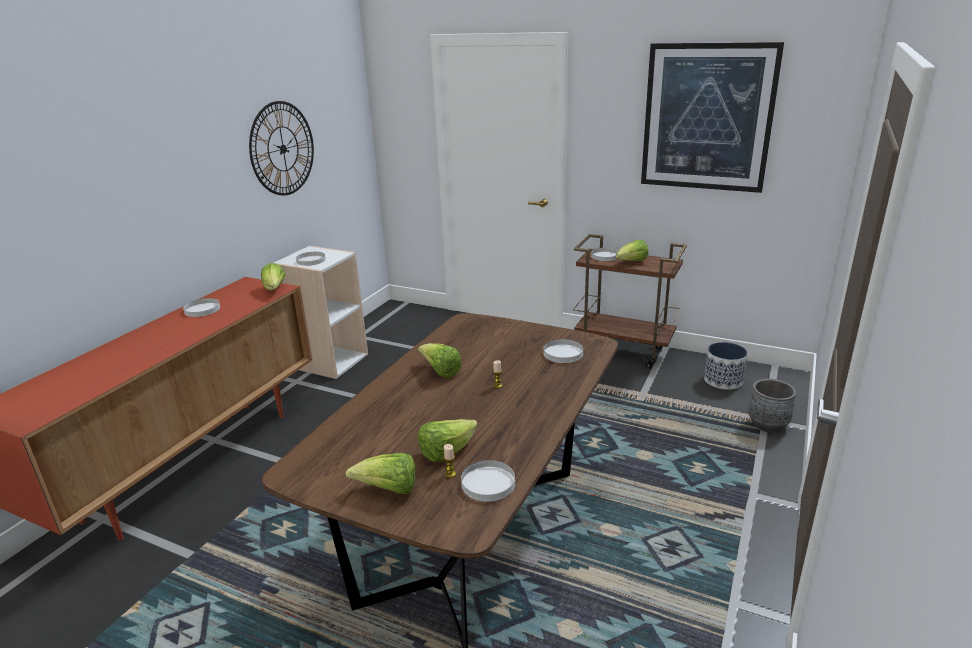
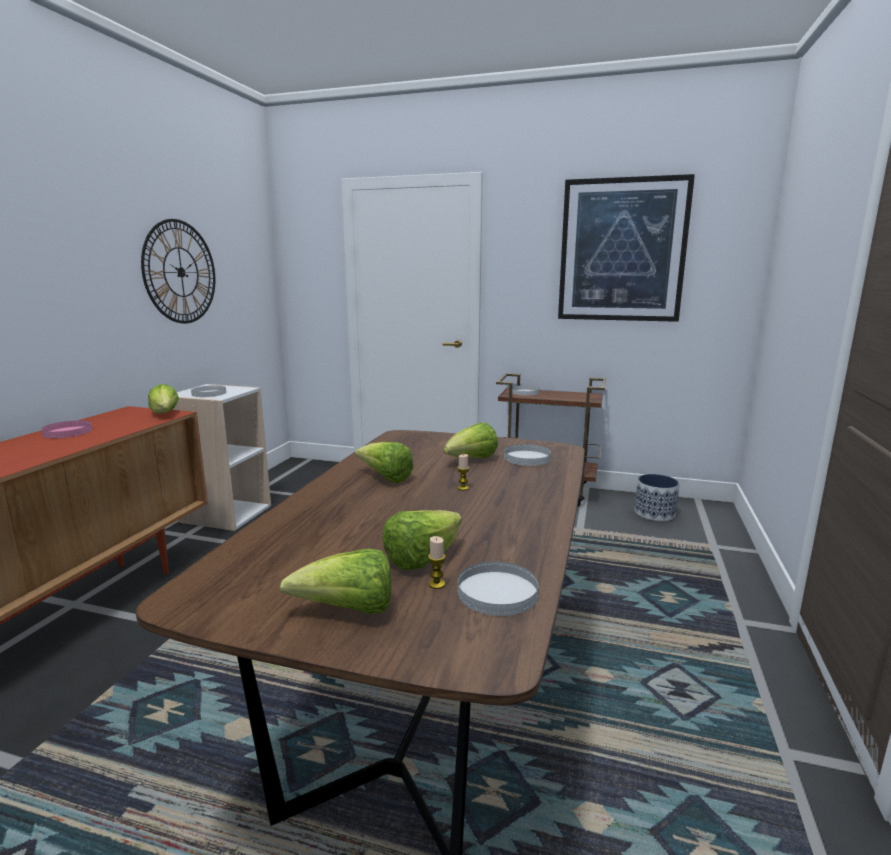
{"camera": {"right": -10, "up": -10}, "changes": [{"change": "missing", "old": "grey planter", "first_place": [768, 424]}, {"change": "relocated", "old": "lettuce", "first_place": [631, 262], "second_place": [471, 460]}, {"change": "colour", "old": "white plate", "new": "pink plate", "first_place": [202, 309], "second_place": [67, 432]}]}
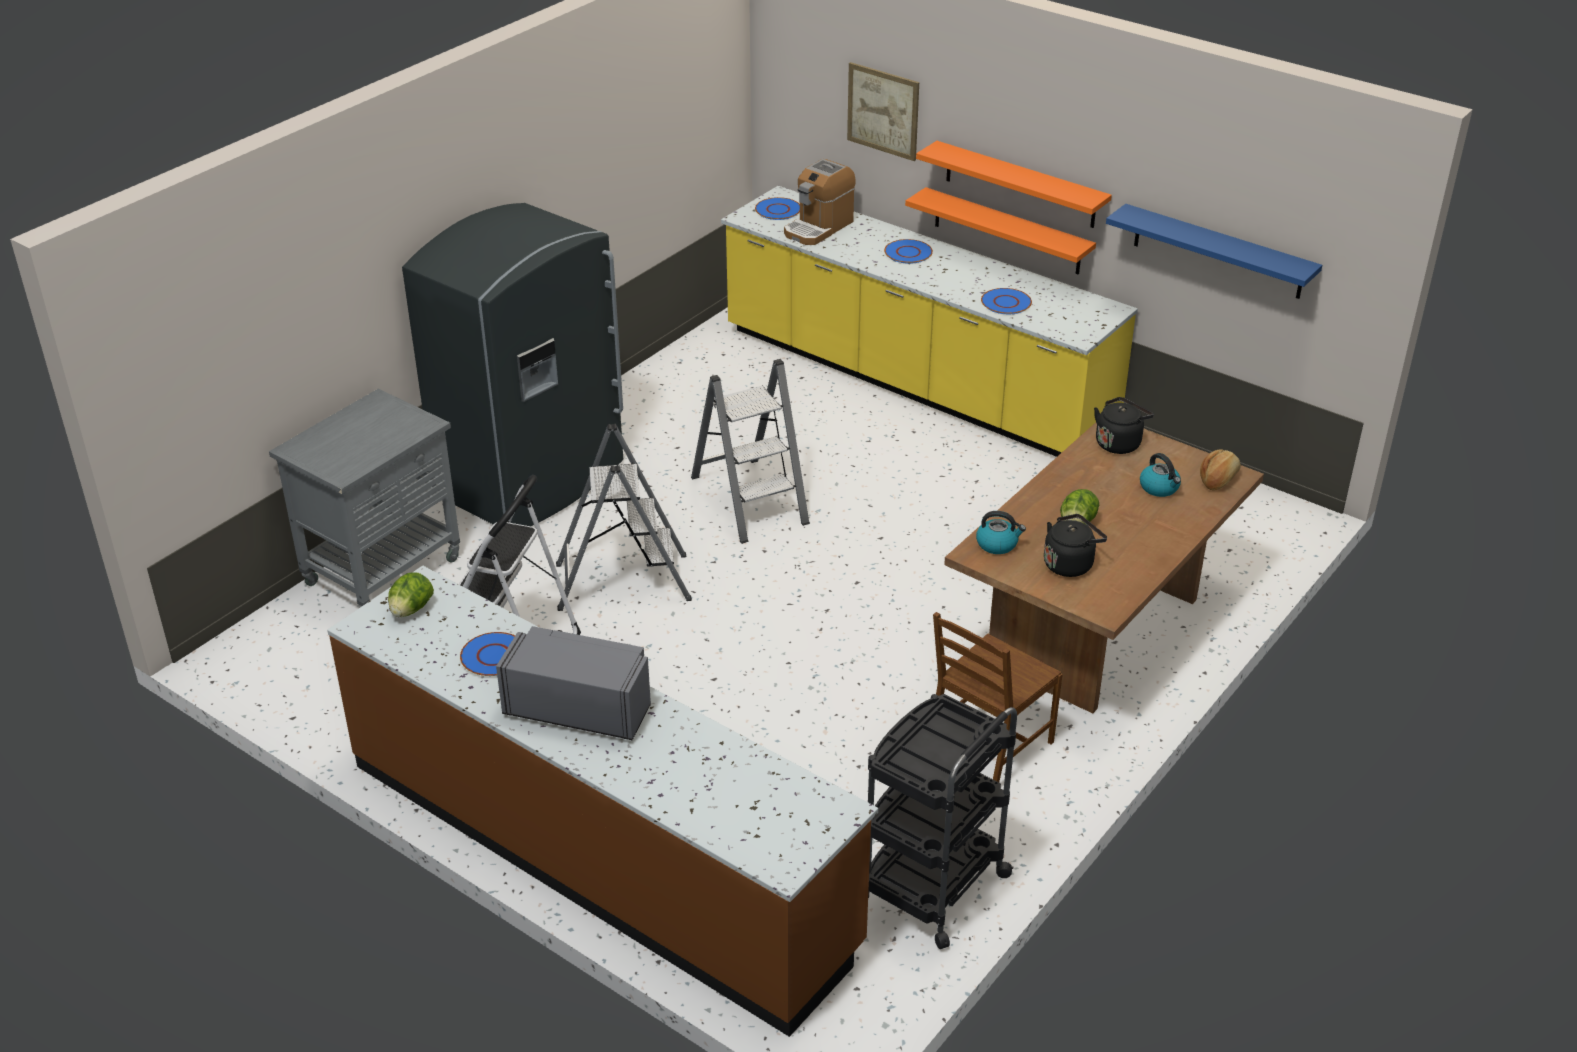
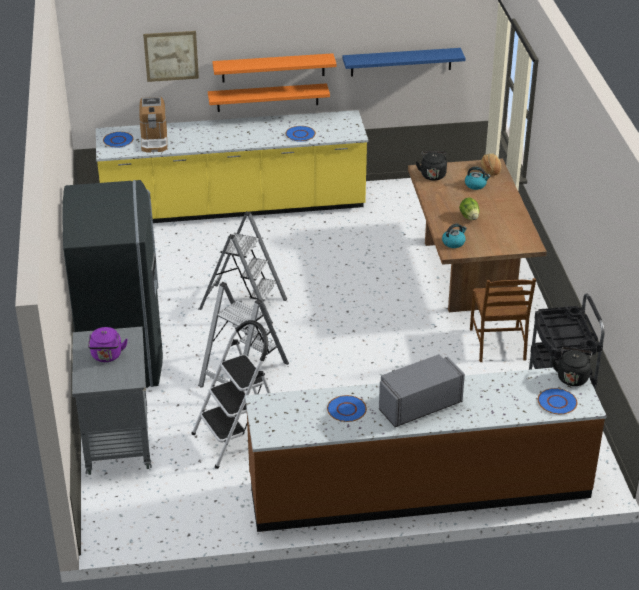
{"camera": {"right": -45, "up": 0}, "changes": [{"change": "missing", "old": "lettuce", "first_place": [411, 610]}, {"change": "appeared", "new": "purple kettle", "second_place": [107, 356]}, {"change": "relocated", "old": "blue plate", "first_place": [908, 252], "second_place": [557, 402]}, {"change": "relocated", "old": "black kettle", "first_place": [1070, 564], "second_place": [572, 377]}]}
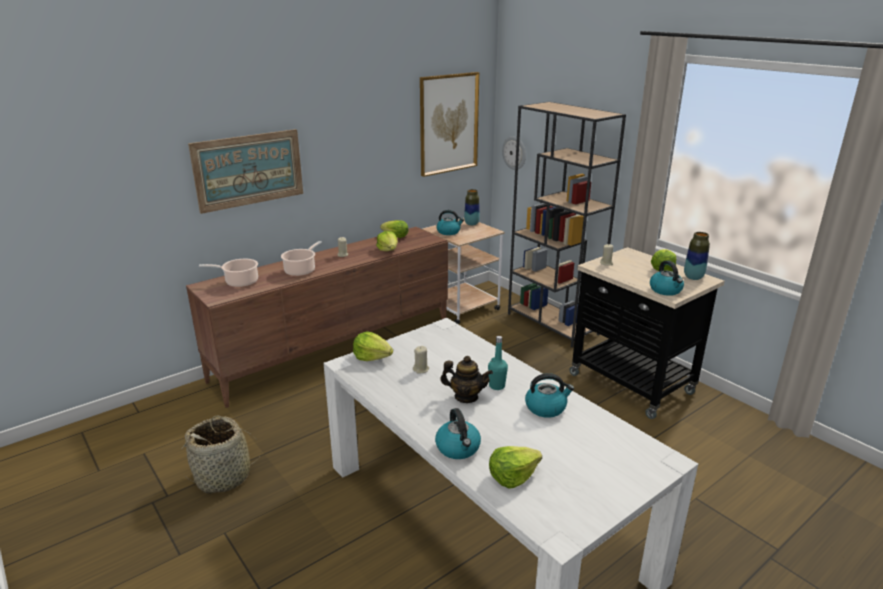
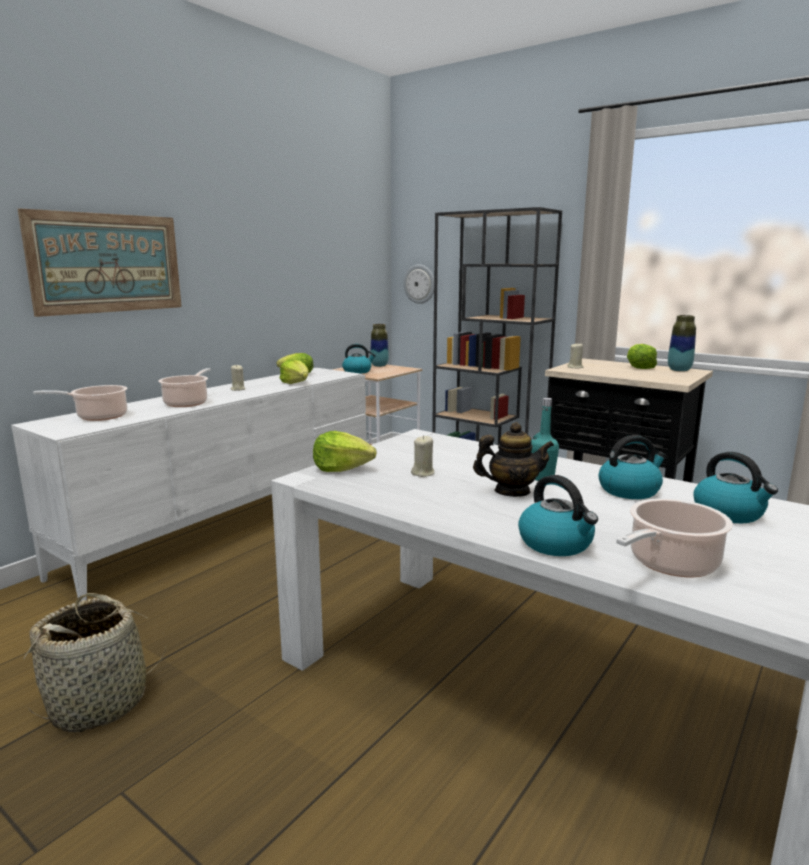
{"camera": {"right": -15, "up": -10}, "changes": [{"change": "missing", "old": "picture", "first_place": [448, 123]}, {"change": "relocated", "old": "kettle", "first_place": [666, 290], "second_place": [729, 513]}, {"change": "exchanged", "old": "lettuce", "new": "cooking pot", "first_place": [512, 476], "second_place": [670, 564]}, {"change": "colour", "old": "brown cabinet", "new": "white cabinet", "first_place": [335, 351], "second_place": [231, 524]}]}
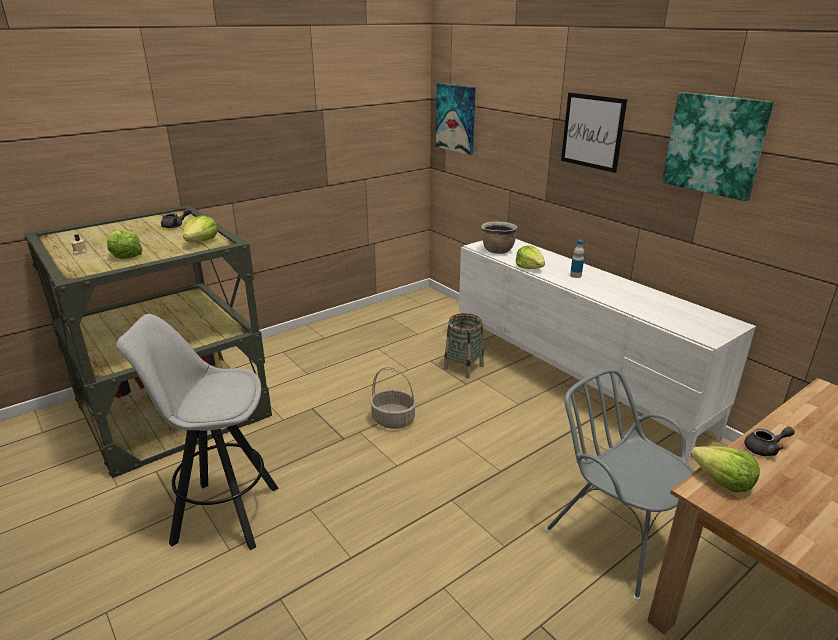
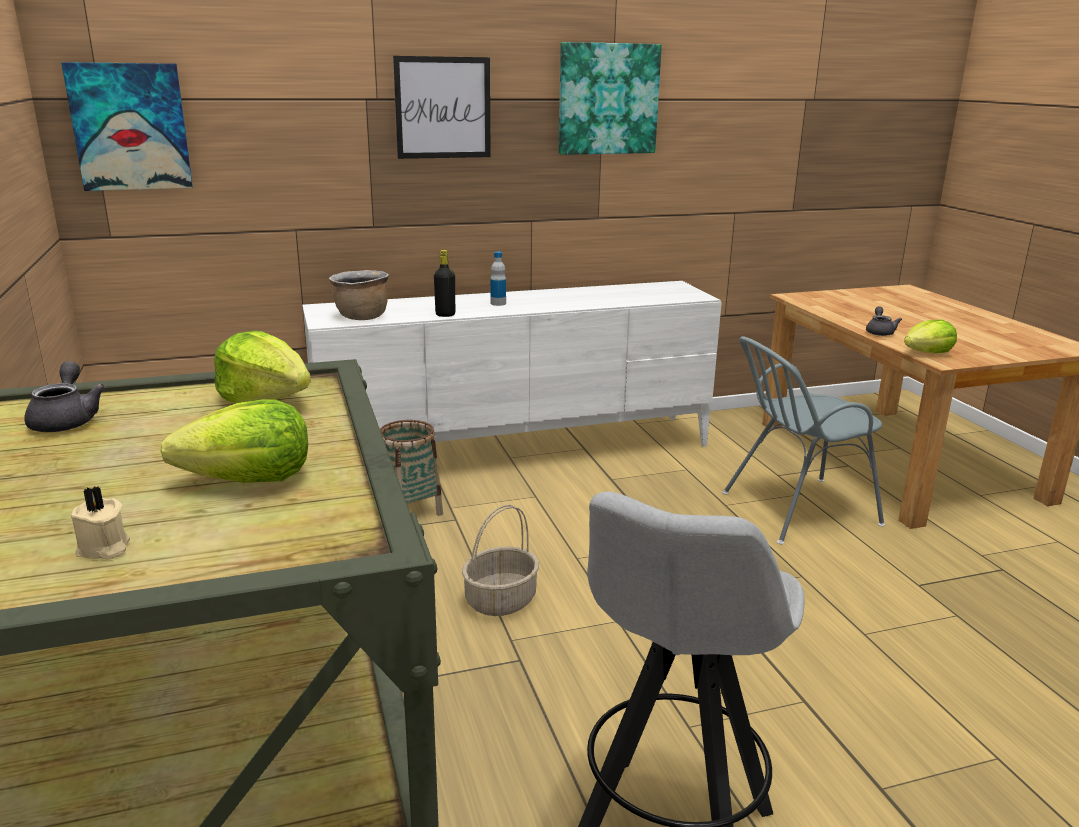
{"camera": {"right": -70, "up": -5}, "changes": [{"change": "exchanged", "old": "lettuce", "new": "black bottle", "first_place": [530, 267], "second_place": [445, 315]}]}
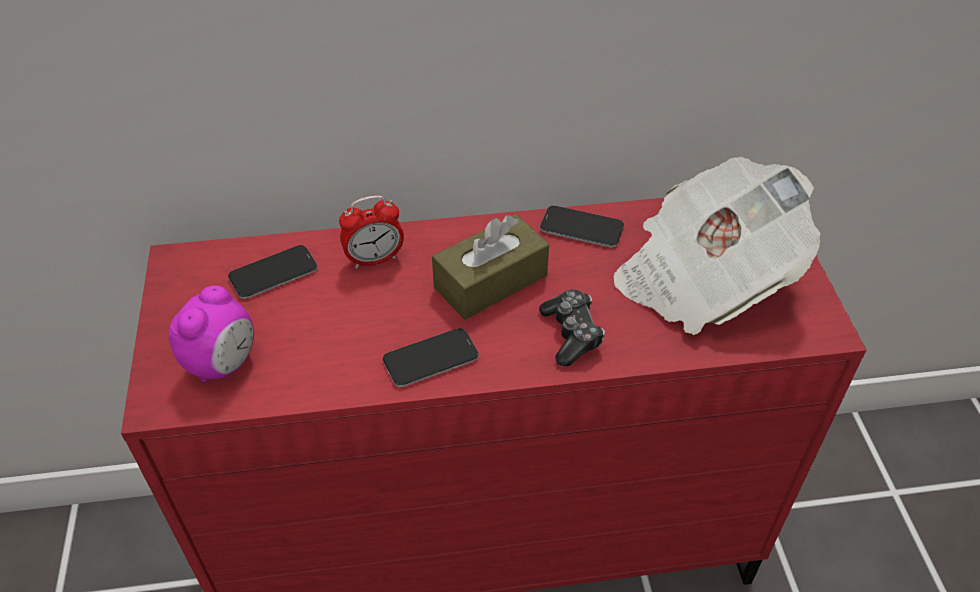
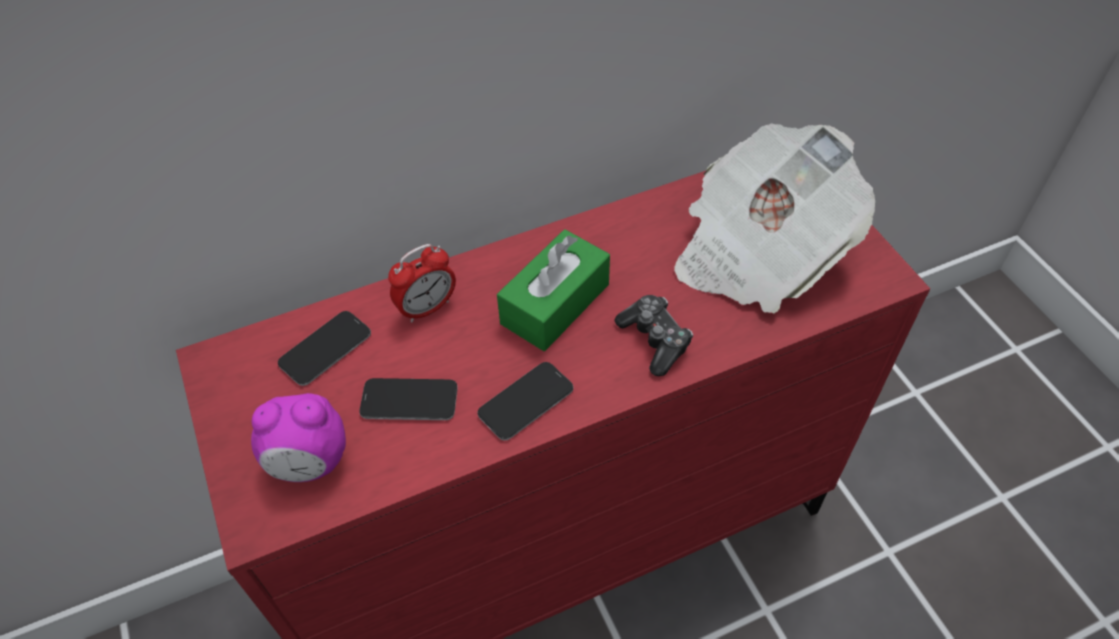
{"camera": {"right": -15, "up": 5}, "changes": [{"change": "relocated", "old": "phone", "first_place": [581, 228], "second_place": [409, 400]}, {"change": "colour", "old": "brown tissue box", "new": "green tissue box", "first_place": [490, 281], "second_place": [555, 304]}, {"change": "spun", "old": "alarm clock", "first_place": [223, 363], "second_place": [310, 462], "degrees": 75}]}
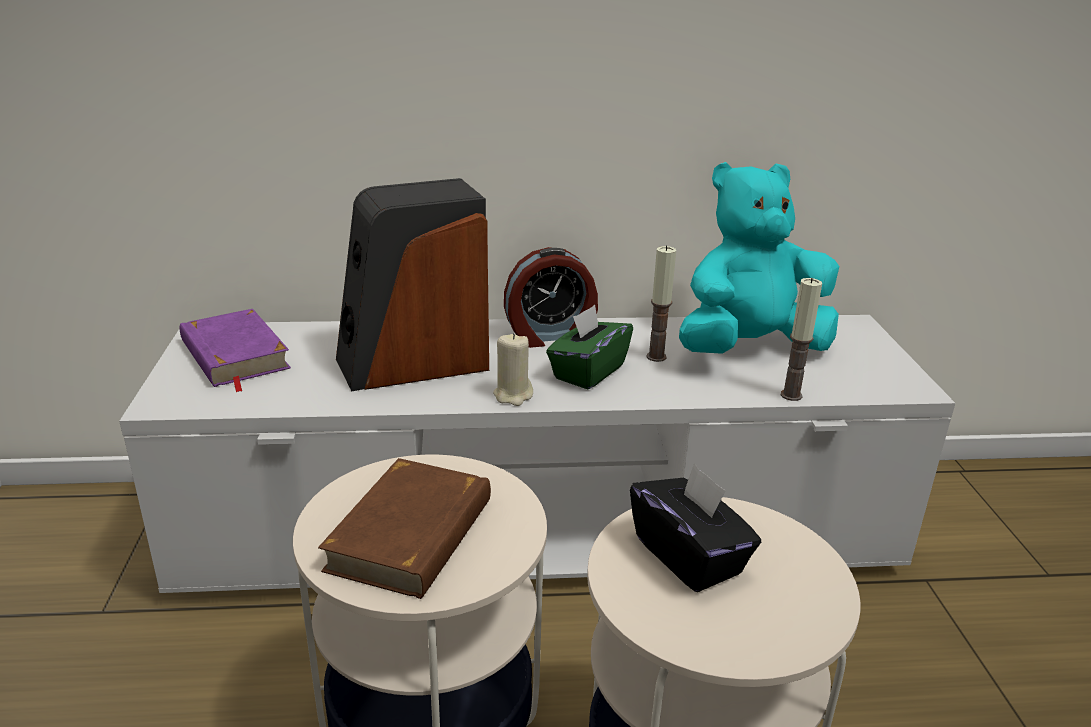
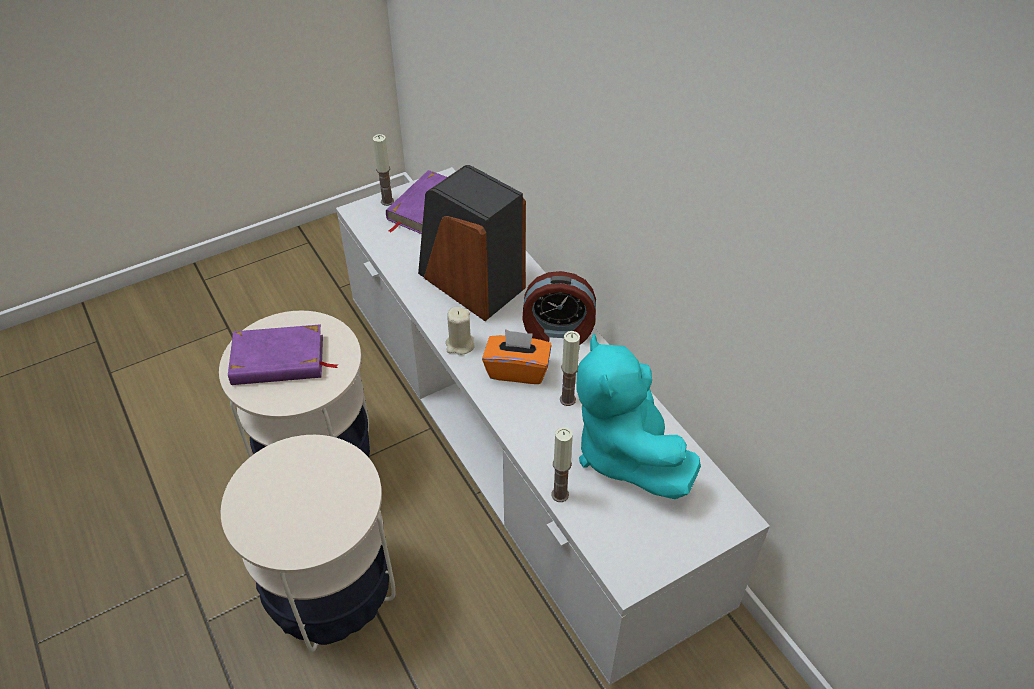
{"camera": {"right": 65, "up": 20}, "changes": [{"change": "missing", "old": "black tissue box", "first_place": [689, 556]}, {"change": "appeared", "new": "candle", "second_place": [387, 201]}, {"change": "colour", "old": "brown book", "new": "purple book", "first_place": [412, 534], "second_place": [278, 360]}, {"change": "colour", "old": "green tissue box", "new": "orange tissue box", "first_place": [588, 372], "second_place": [517, 370]}, {"change": "spun", "old": "alarm clock", "first_place": [550, 336], "second_place": [558, 332], "degrees": -45}, {"change": "spun", "old": "turquoise plush toy", "first_place": [749, 348], "second_place": [625, 452], "degrees": -150}]}
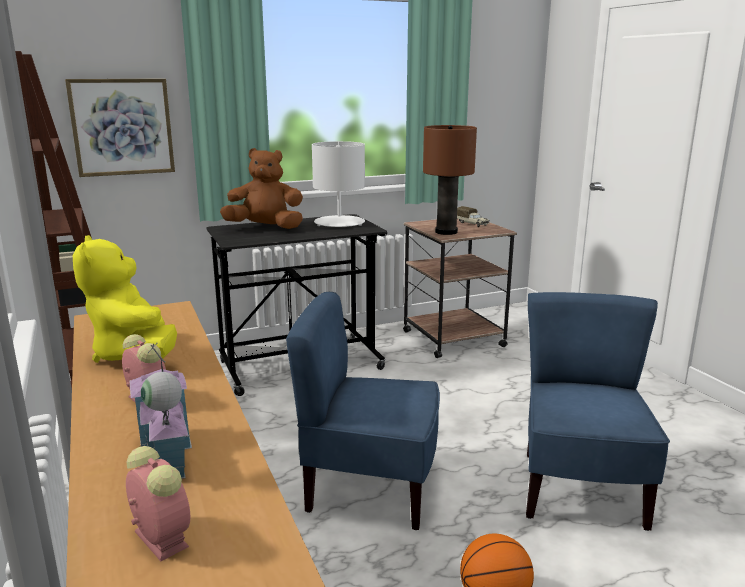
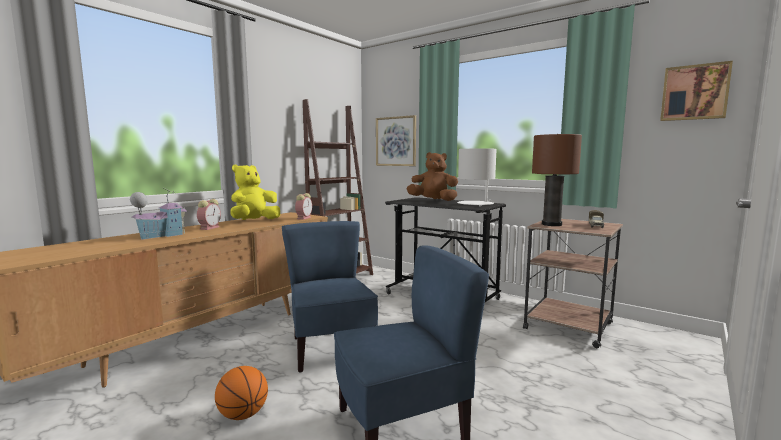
{"camera": {"right": 60, "up": -10}, "changes": [{"change": "appeared", "new": "picture", "second_place": [694, 92]}, {"change": "relocated", "old": "alarm clock", "first_place": [159, 538], "second_place": [304, 218]}, {"change": "spun", "old": "brown plush toy", "first_place": [265, 228], "second_place": [433, 200], "degrees": -45}]}
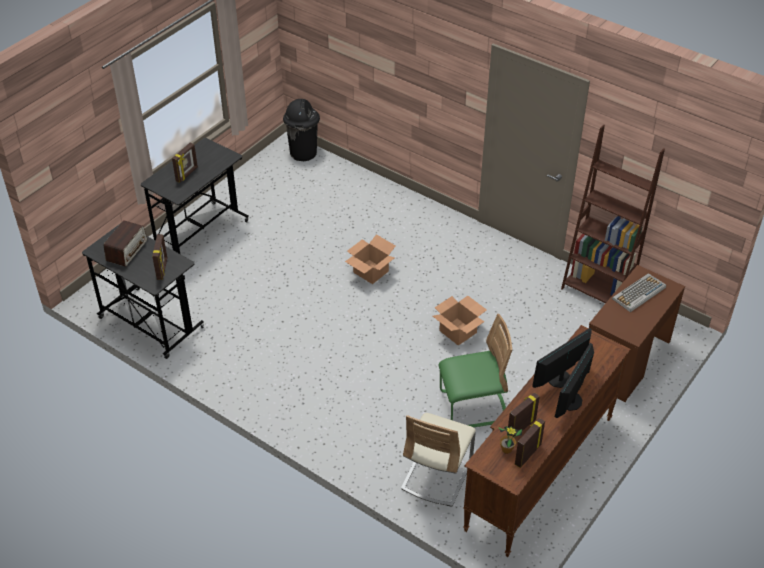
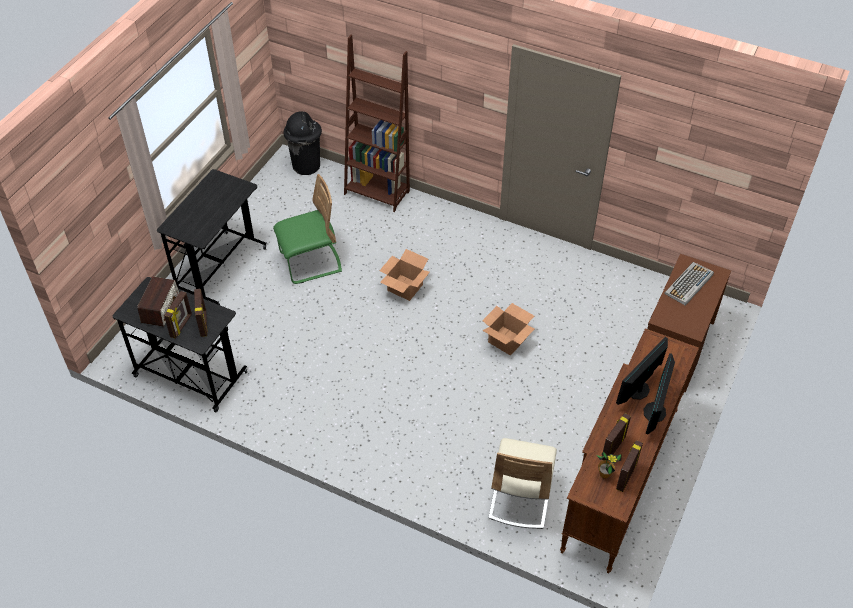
{"camera": {"right": -10, "up": 5}, "changes": [{"change": "relocated", "old": "picture frame", "first_place": [187, 174], "second_place": [181, 326]}, {"change": "relocated", "old": "green chair", "first_place": [472, 407], "second_place": [310, 263]}, {"change": "relocated", "old": "brown bookcase", "first_place": [596, 291], "second_place": [377, 192]}]}
